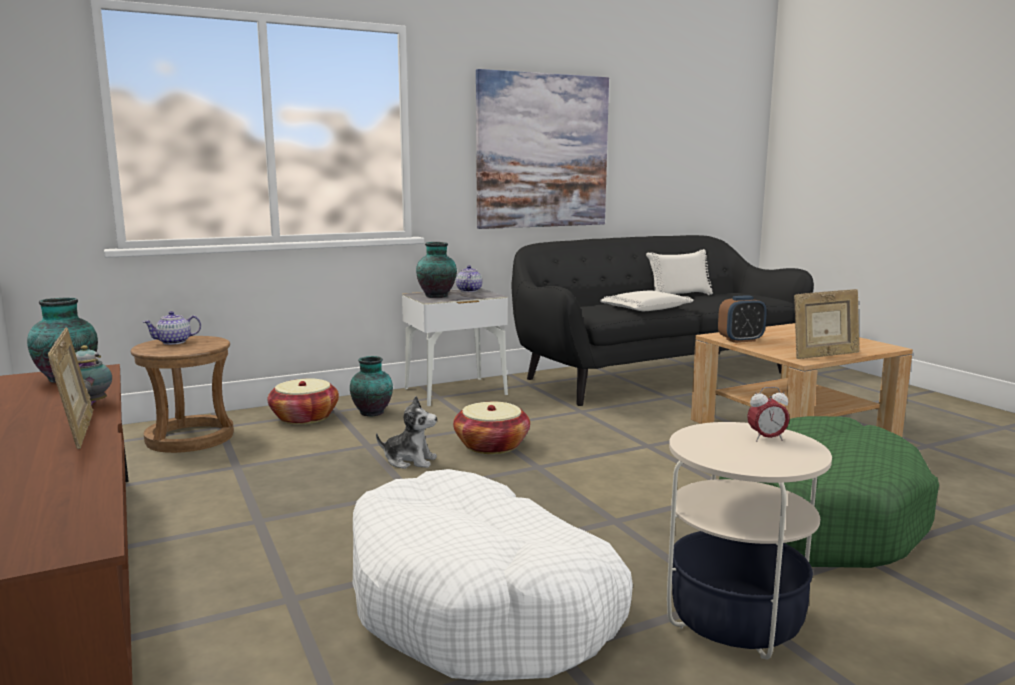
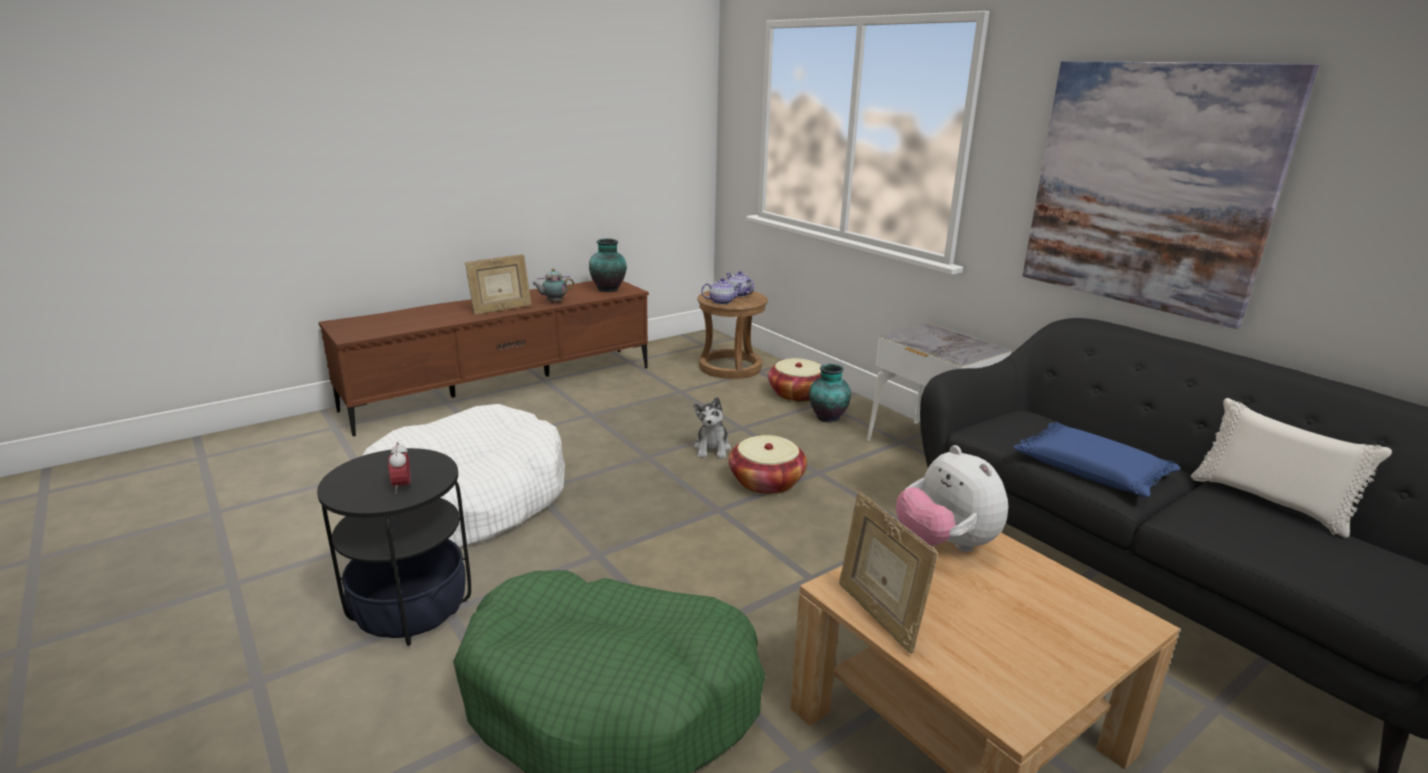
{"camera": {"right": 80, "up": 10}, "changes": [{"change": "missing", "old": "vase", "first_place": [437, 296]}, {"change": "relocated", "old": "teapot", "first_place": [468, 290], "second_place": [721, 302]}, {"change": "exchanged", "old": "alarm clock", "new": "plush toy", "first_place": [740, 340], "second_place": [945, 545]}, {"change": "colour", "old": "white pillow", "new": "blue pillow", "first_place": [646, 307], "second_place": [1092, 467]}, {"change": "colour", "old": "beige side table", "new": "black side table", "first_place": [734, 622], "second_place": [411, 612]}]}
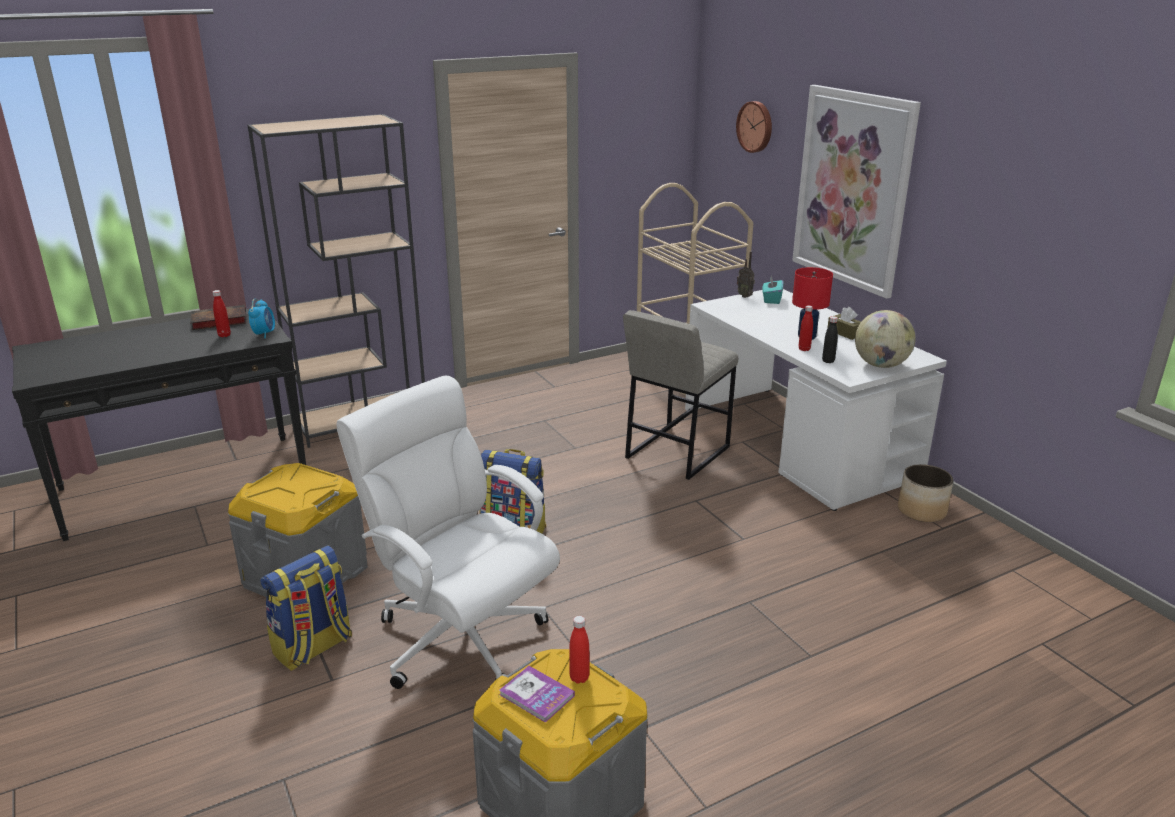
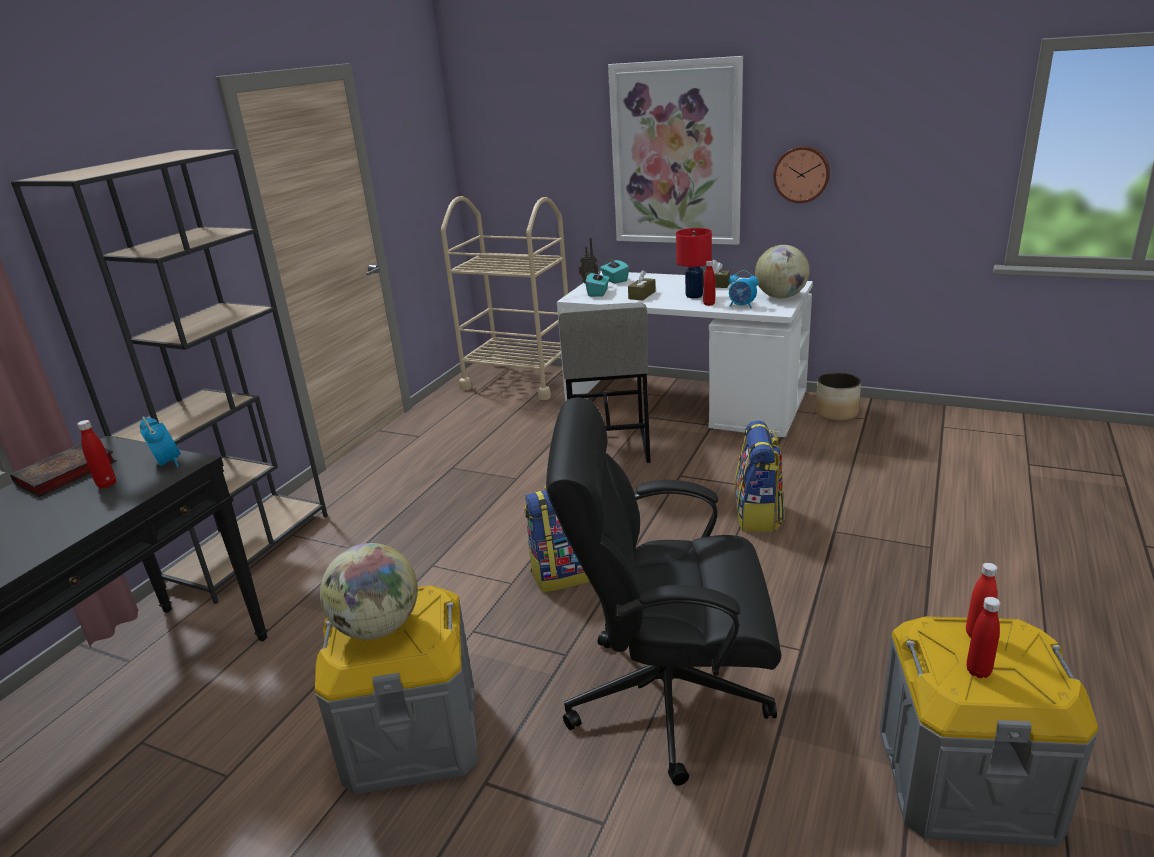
{"camera": {"right": -35, "up": 0}, "changes": [{"change": "appeared", "new": "globe", "second_place": [377, 628]}, {"change": "appeared", "new": "turquoise tissue box", "second_place": [598, 293]}, {"change": "appeared", "new": "brown tissue box", "second_place": [642, 295]}, {"change": "relocated", "old": "backpack", "first_place": [313, 647], "second_place": [758, 515]}, {"change": "relocated", "old": "wall clock", "first_place": [756, 126], "second_place": [802, 174]}, {"change": "exchanged", "old": "book", "new": "red bottle", "first_place": [537, 695], "second_place": [978, 671]}, {"change": "exchanged", "old": "black bottle", "new": "alarm clock", "first_place": [828, 361], "second_place": [742, 306]}, {"change": "colour", "old": "white office chair", "new": "black office chair", "first_place": [461, 639], "second_place": [668, 697]}]}
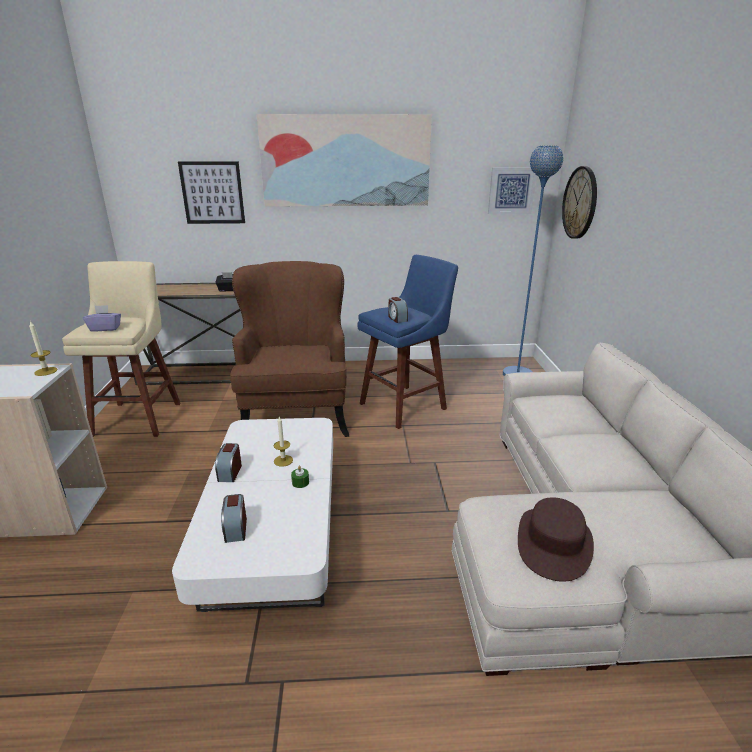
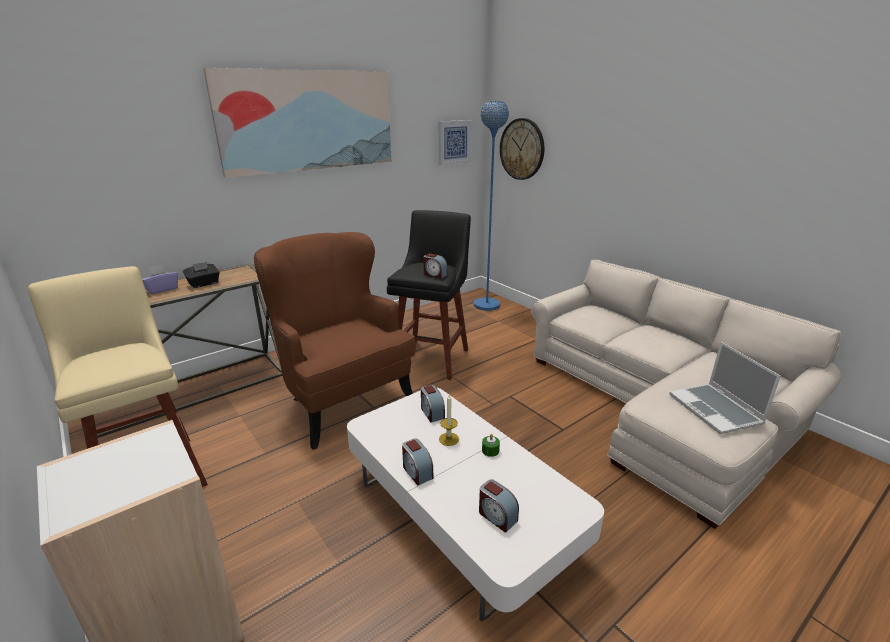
{"camera": {"right": -35, "up": 0}, "changes": [{"change": "missing", "old": "candle", "first_place": [46, 371]}, {"change": "missing", "old": "picture", "first_place": [212, 193]}, {"change": "appeared", "new": "alarm clock", "second_place": [432, 413]}, {"change": "relocated", "old": "purple tissue box", "first_place": [105, 328], "second_place": [162, 289]}, {"change": "exchanged", "old": "brown hat", "new": "laptop", "first_place": [553, 543], "second_place": [716, 410]}, {"change": "colour", "old": "blue stool", "new": "black stool", "first_place": [405, 405], "second_place": [432, 358]}]}
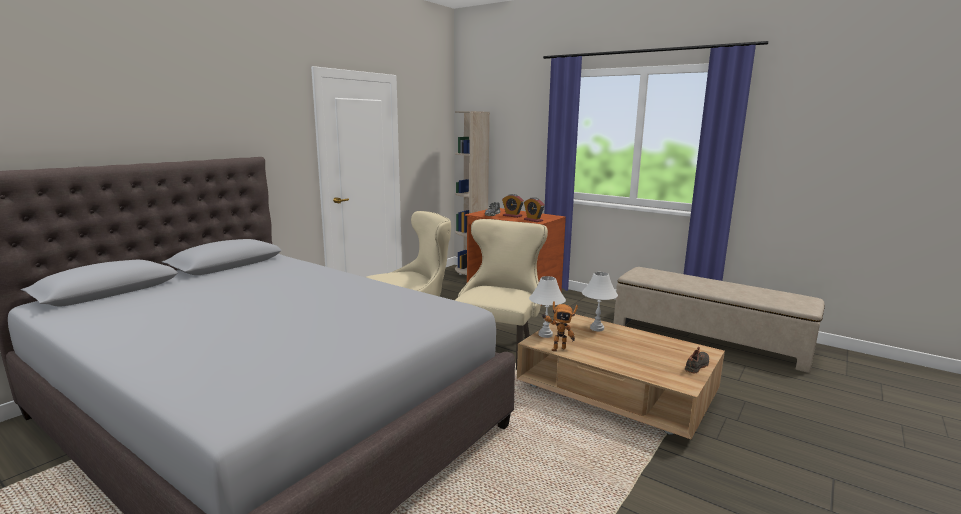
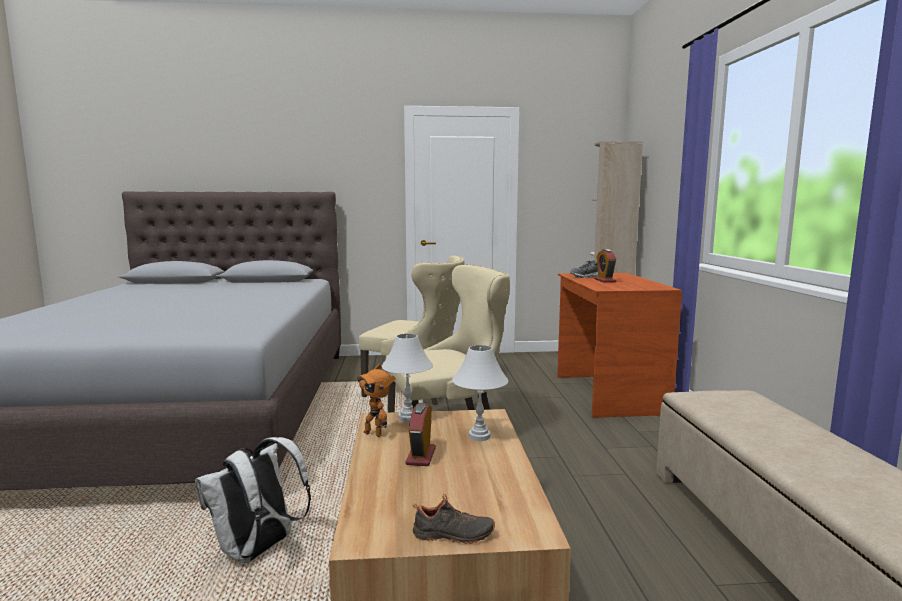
{"camera": {"right": 50, "up": -5}, "changes": [{"change": "appeared", "new": "white backpack", "second_place": [258, 551]}, {"change": "relocated", "old": "alarm clock", "first_place": [533, 220], "second_place": [421, 456]}]}
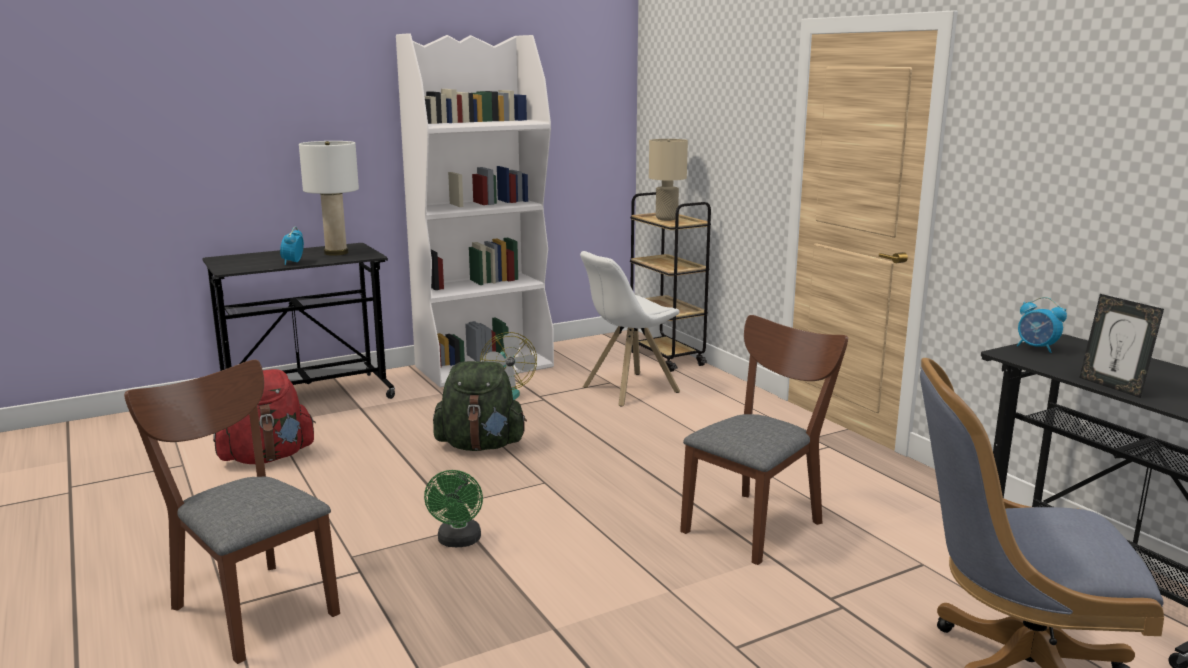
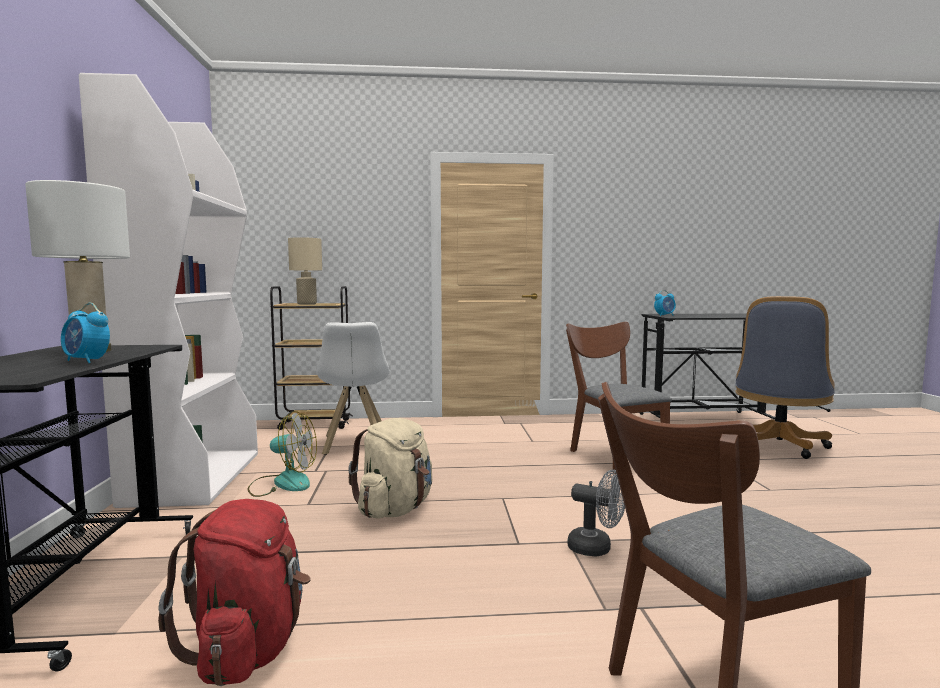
{"camera": {"right": -65, "up": -10}, "changes": [{"change": "missing", "old": "picture frame", "first_place": [1112, 386]}, {"change": "colour", "old": "green fan", "new": "grey fan", "first_place": [458, 542], "second_place": [596, 548]}, {"change": "colour", "old": "green backpack", "new": "beige backpack", "first_place": [480, 446], "second_place": [395, 509]}]}
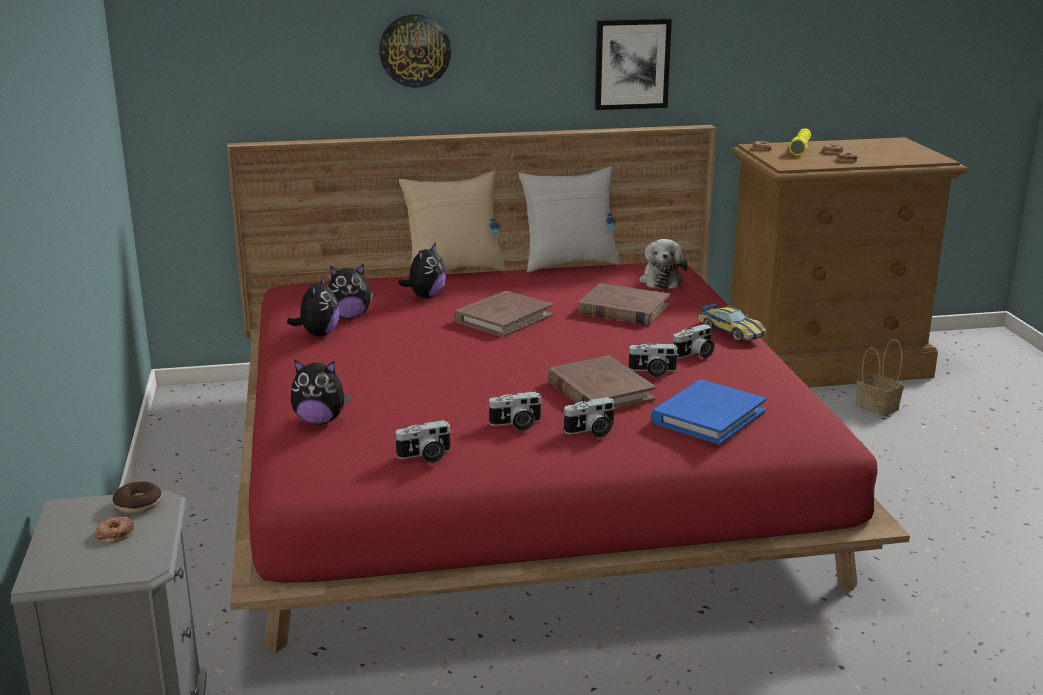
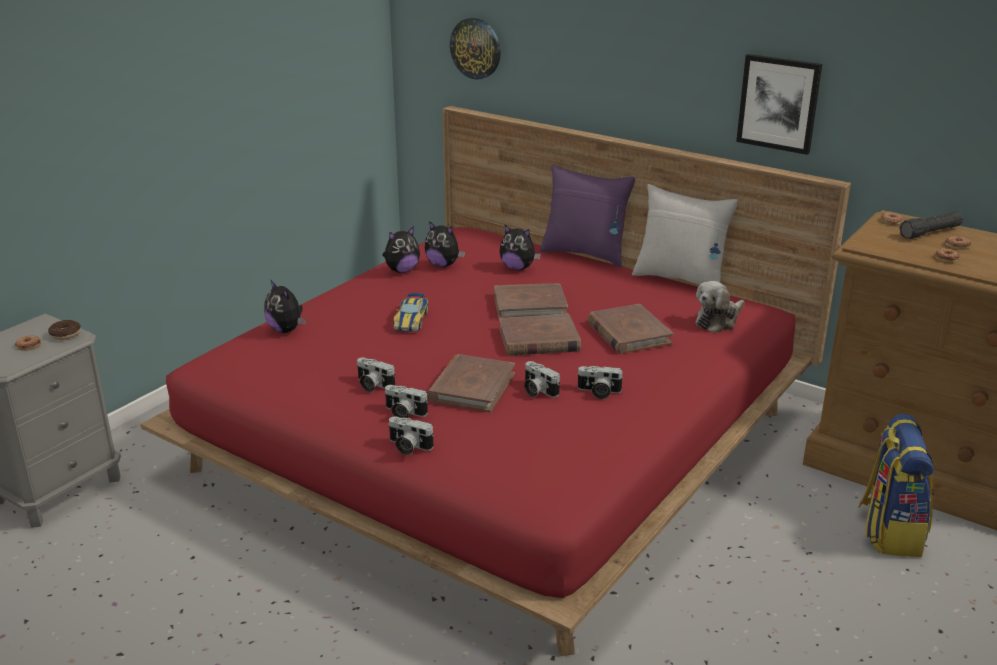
{"camera": {"right": 45, "up": 5}, "changes": [{"change": "missing", "old": "blue book", "first_place": [708, 417]}, {"change": "appeared", "new": "brown book", "second_place": [539, 340]}, {"change": "relocated", "old": "wall clock", "first_place": [414, 50], "second_place": [476, 48]}, {"change": "relocated", "old": "photo camera", "first_place": [425, 456], "second_place": [408, 447]}, {"change": "relocated", "old": "toy car", "first_place": [731, 331], "second_place": [411, 319]}, {"change": "exchanged", "old": "basket", "new": "backpack", "first_place": [875, 406], "second_place": [889, 531]}, {"change": "colour", "old": "beige pillow", "new": "purple pillow", "first_place": [454, 271], "second_place": [584, 255]}, {"change": "colour", "old": "yellow flashlight", "new": "black flashlight", "first_place": [800, 149], "second_place": [930, 233]}, {"change": "spun", "old": "plush toy", "first_place": [425, 296], "second_place": [518, 268], "degrees": 45}]}
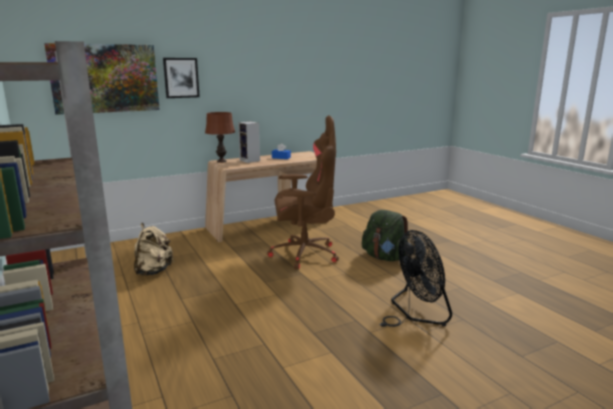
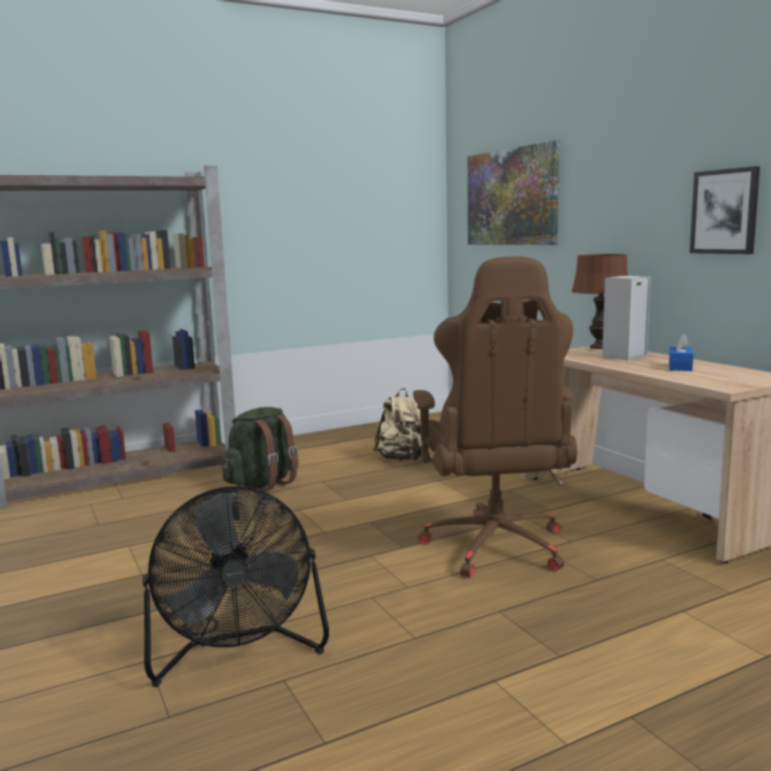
{"camera": {"right": 90, "up": -5}, "changes": [{"change": "relocated", "old": "picture", "first_place": [181, 78], "second_place": [725, 211]}, {"change": "relocated", "old": "green backpack", "first_place": [385, 257], "second_place": [263, 484]}]}
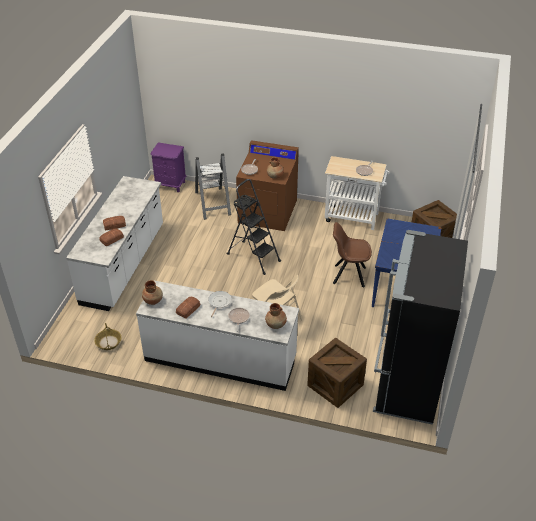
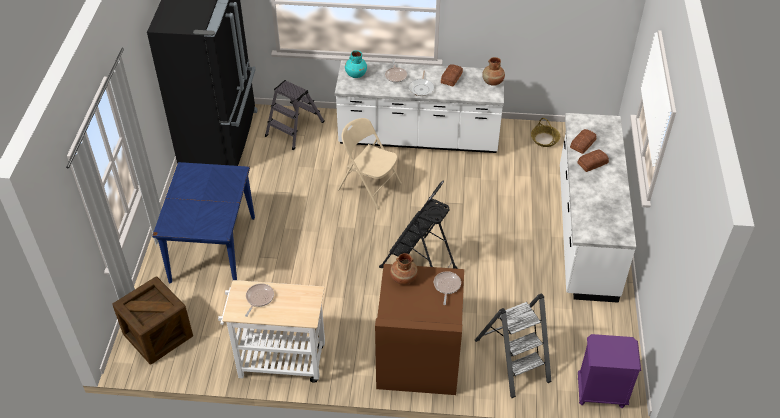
{"camera": {"right": 170, "up": 5}, "changes": [{"change": "missing", "old": "brown chair", "first_place": [349, 275]}, {"change": "exchanged", "old": "crate", "new": "grey step ladder", "first_place": [335, 385], "second_place": [294, 128]}, {"change": "colour", "old": "brown vase", "new": "turquoise vase", "first_place": [276, 324], "second_place": [355, 74]}]}
